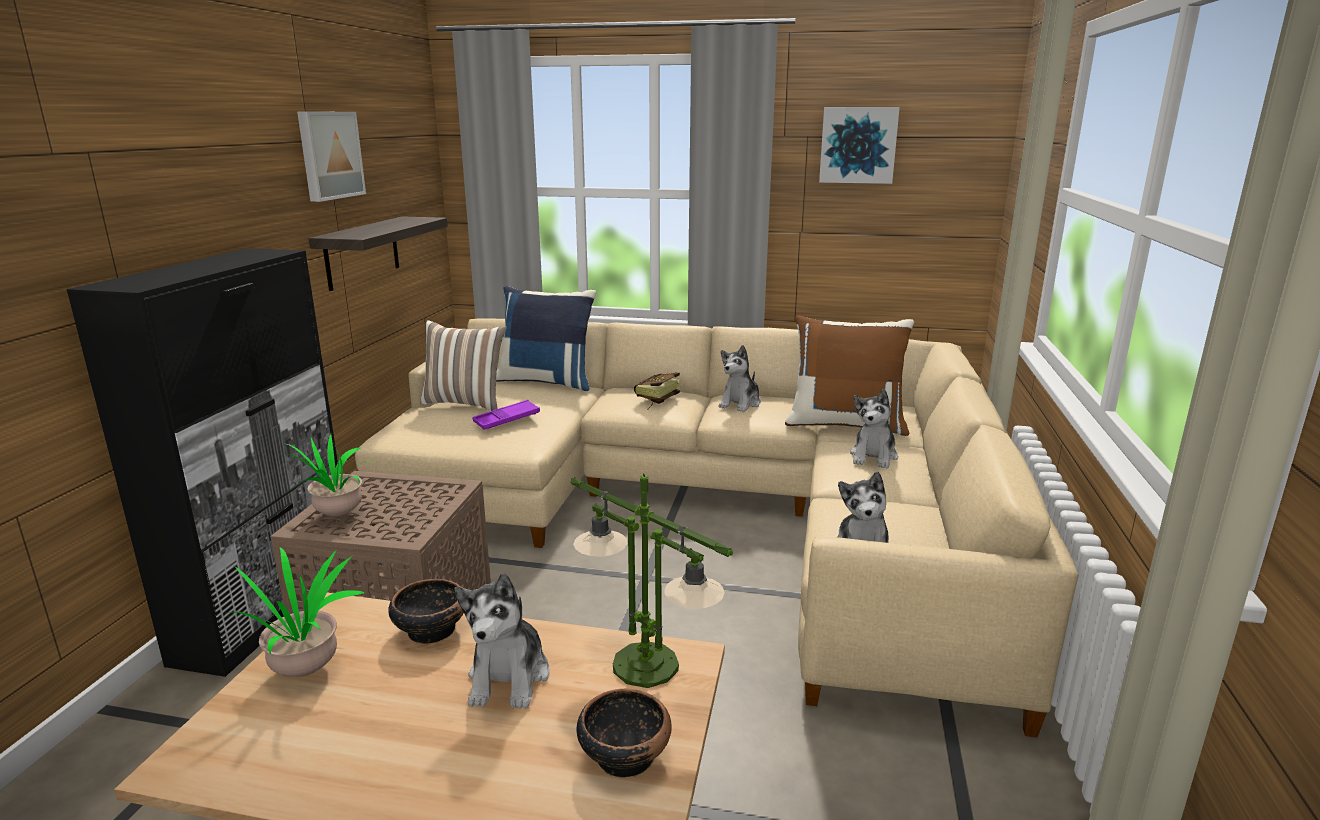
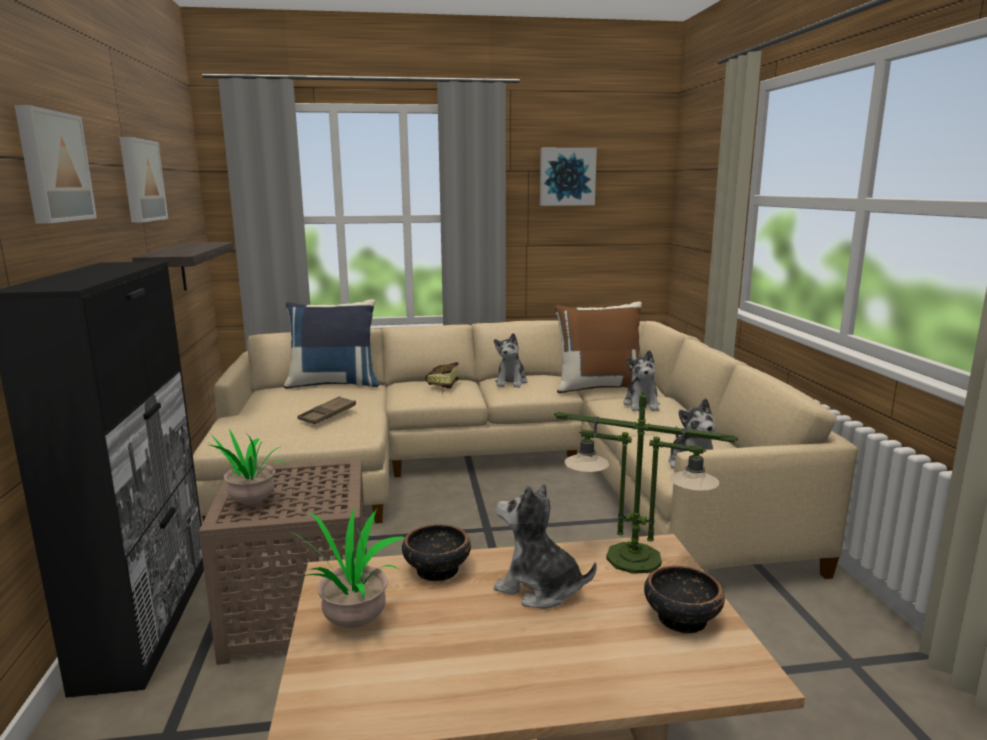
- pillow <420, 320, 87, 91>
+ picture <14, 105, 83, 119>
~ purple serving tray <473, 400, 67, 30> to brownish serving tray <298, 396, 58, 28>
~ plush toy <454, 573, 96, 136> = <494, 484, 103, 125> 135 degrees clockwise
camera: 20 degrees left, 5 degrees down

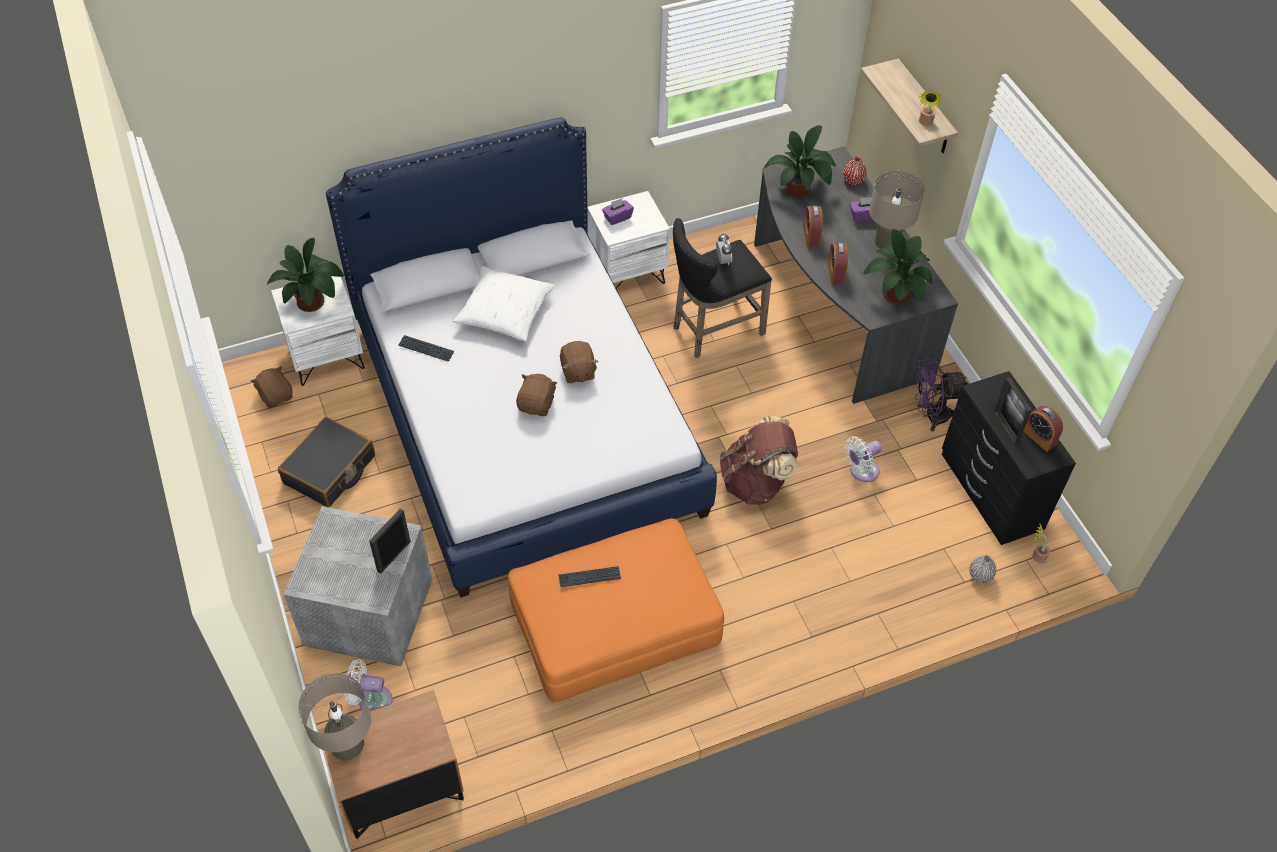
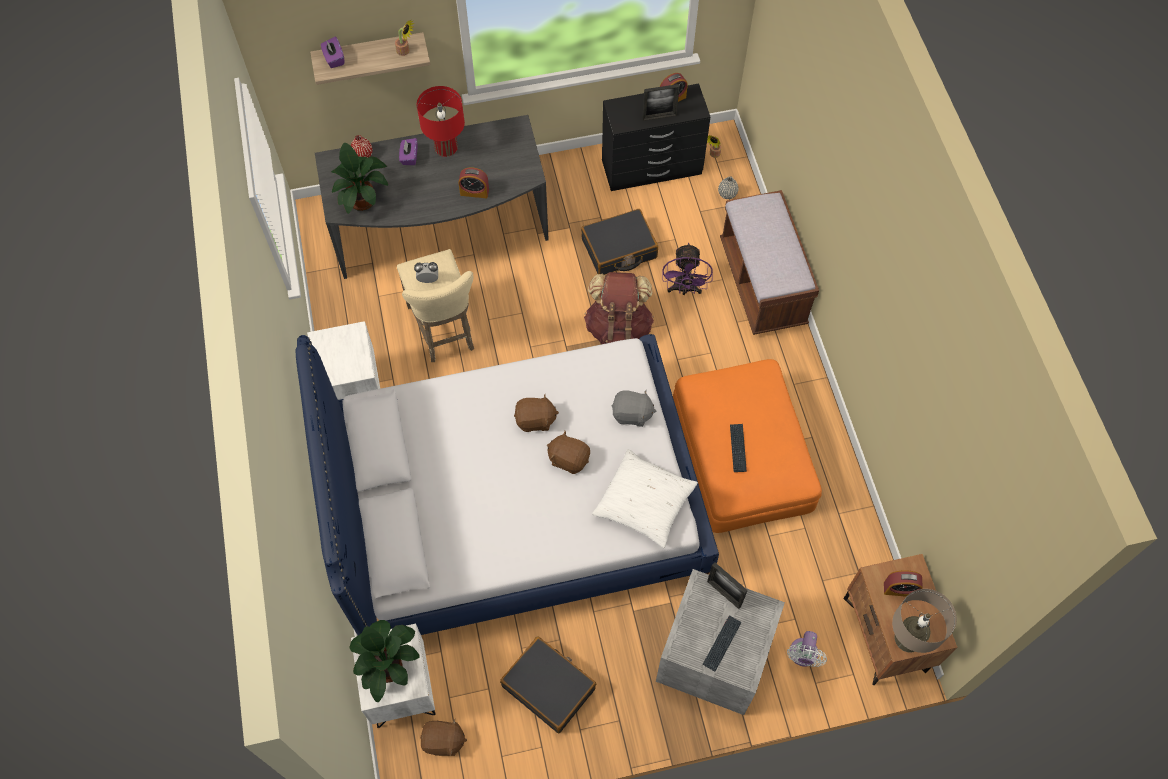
- potted plant <863, 229, 70, 75>
+ gray plush toy <612, 390, 44, 37>
+ brownish indoor bench <720, 190, 99, 145>
~ PC keyboard <398, 335, 56, 27> to <703, 615, 39, 56>
~ whitish pillow <453, 266, 102, 75> to <592, 449, 106, 99>
~ purple box of tissues <602, 198, 32, 27> to <321, 37, 23, 31>
~ alarm clock <803, 205, 20, 42> to <884, 570, 39, 27>
~ purple cooling fan <914, 359, 54, 73> to <662, 243, 51, 52>
~ whitish cooling fan <845, 436, 37, 46> to blackish suitcase <581, 209, 77, 66>
~ blackish stool <673, 218, 99, 141> to sand-coloured stool <397, 249, 77, 113>
~ sand-coloured lamp for a table <869, 171, 56, 78> to red lamp for a table <417, 86, 48, 71>
~ brownish plush toy <250, 366, 43, 42> = <420, 719, 47, 37> 150 degrees counterclockwise
camera: 80 degrees left, 10 degrees up

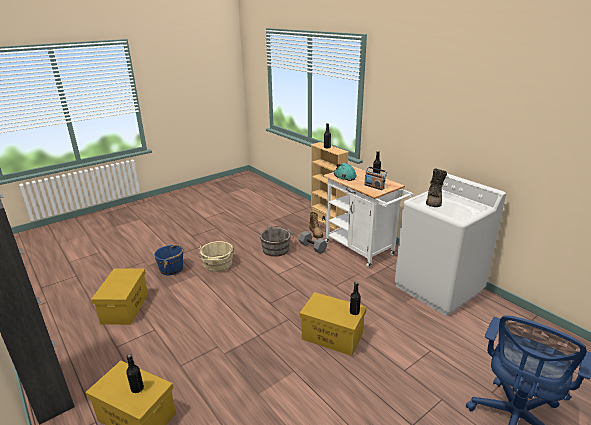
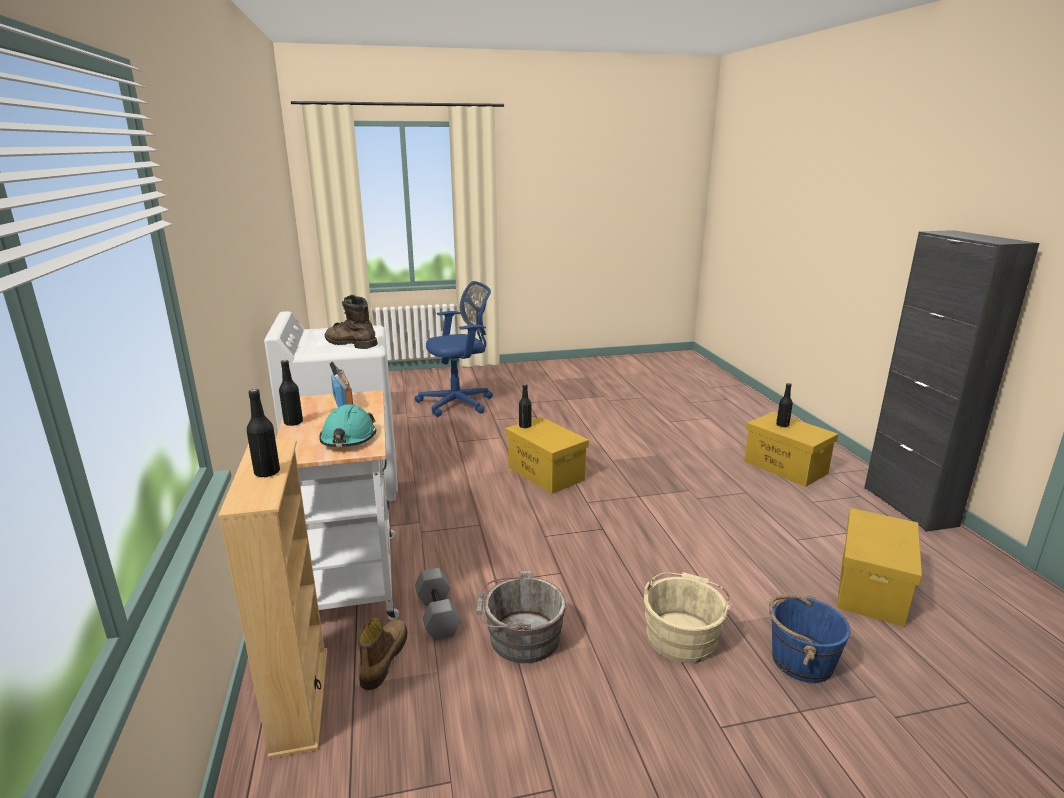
~ brownish high-top boot <426, 168, 21, 39> = <325, 295, 53, 54> 105 degrees counterclockwise
camera: 155 degrees left, 5 degrees down

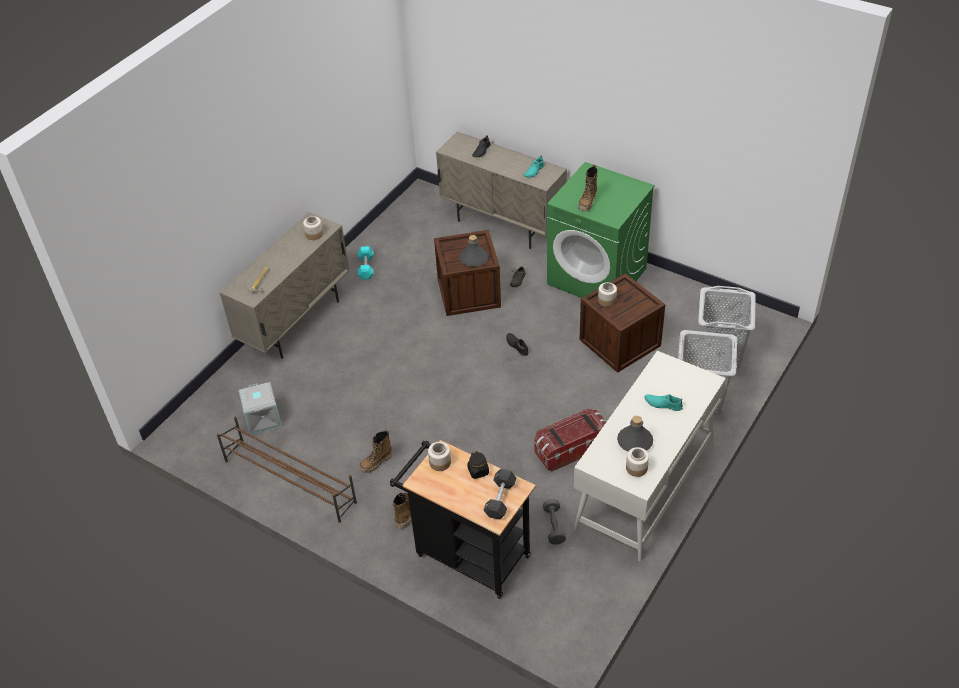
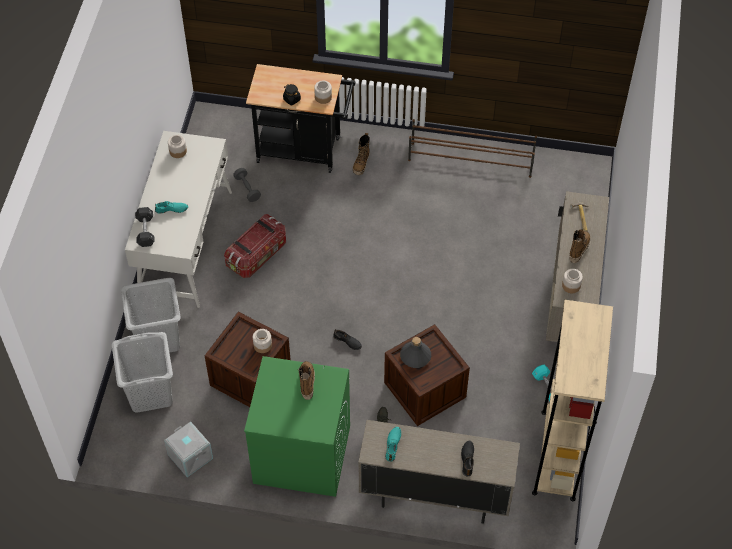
- gray bottle <617, 416, 36, 36>
+ sand-coloured bookshelf <532, 300, 81, 201>
~ gray storage bin <239, 382, 43, 52> to <164, 421, 49, 56>
~ high-top boot <360, 430, 32, 43> to <569, 229, 21, 34>
~ blackish dumbbell <483, 469, 33, 50> to <135, 207, 20, 40>
camera: 155 degrees right, 10 degrees up

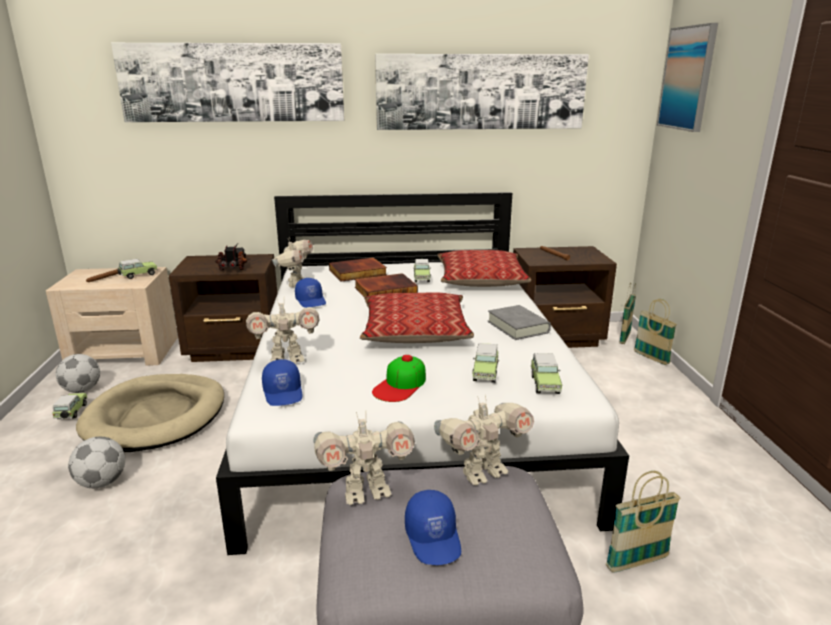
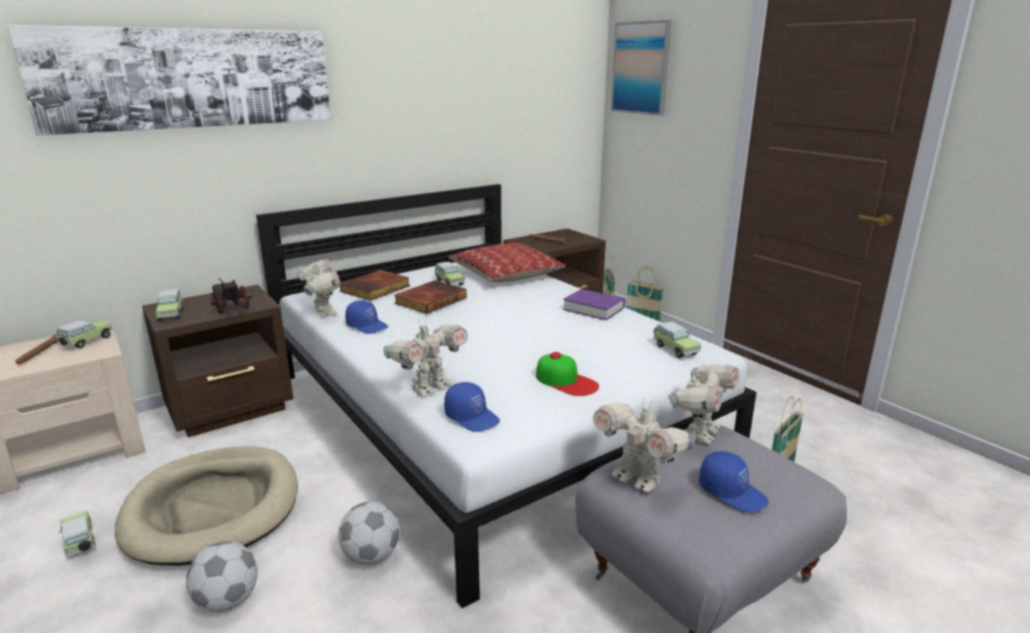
- pillow <360, 293, 114, 50>
- picture <375, 54, 214, 76>
~ ball for football <56, 354, 44, 39> to <338, 501, 62, 64>
~ model car <472, 343, 27, 40> to <156, 289, 27, 32>
~ gray bound book <488, 305, 63, 35> to purple bound book <563, 289, 62, 31>
~ model robot <313, 412, 102, 93> = <593, 398, 102, 94> 90 degrees clockwise
~ cap <372, 355, 54, 47> = <536, 352, 63, 44> 45 degrees counterclockwise
camera: 30 degrees left, 0 degrees up

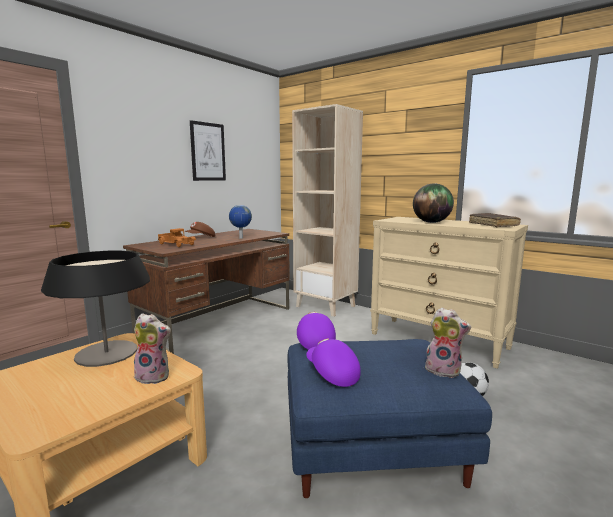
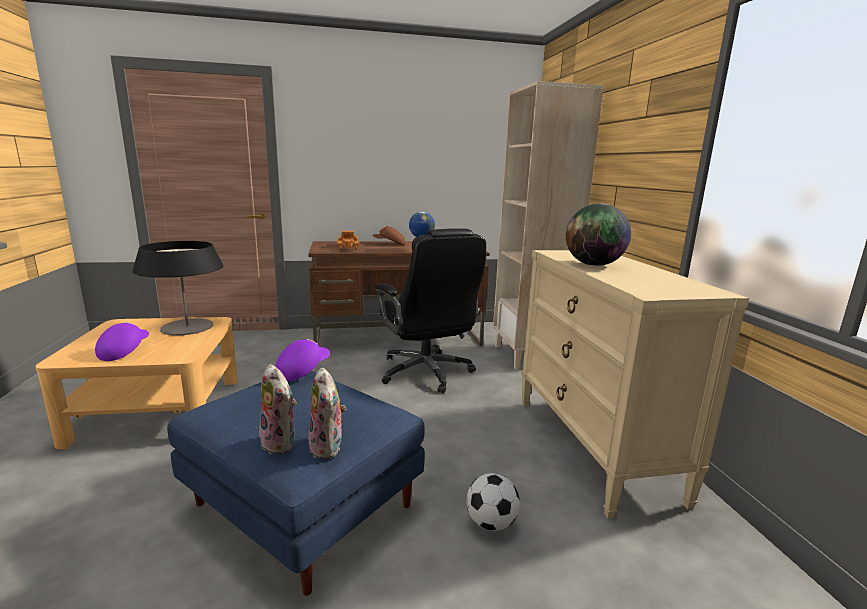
- picture <190, 120, 36, 61>
- brownish bound book <469, 213, 52, 14>
+ blackish desk chair <375, 228, 111, 165>
~ plush toy <134, 313, 37, 71> to <259, 364, 38, 90>
~ purple cap <306, 339, 55, 48> to <95, 322, 54, 39>
camera: 40 degrees right, 5 degrees up

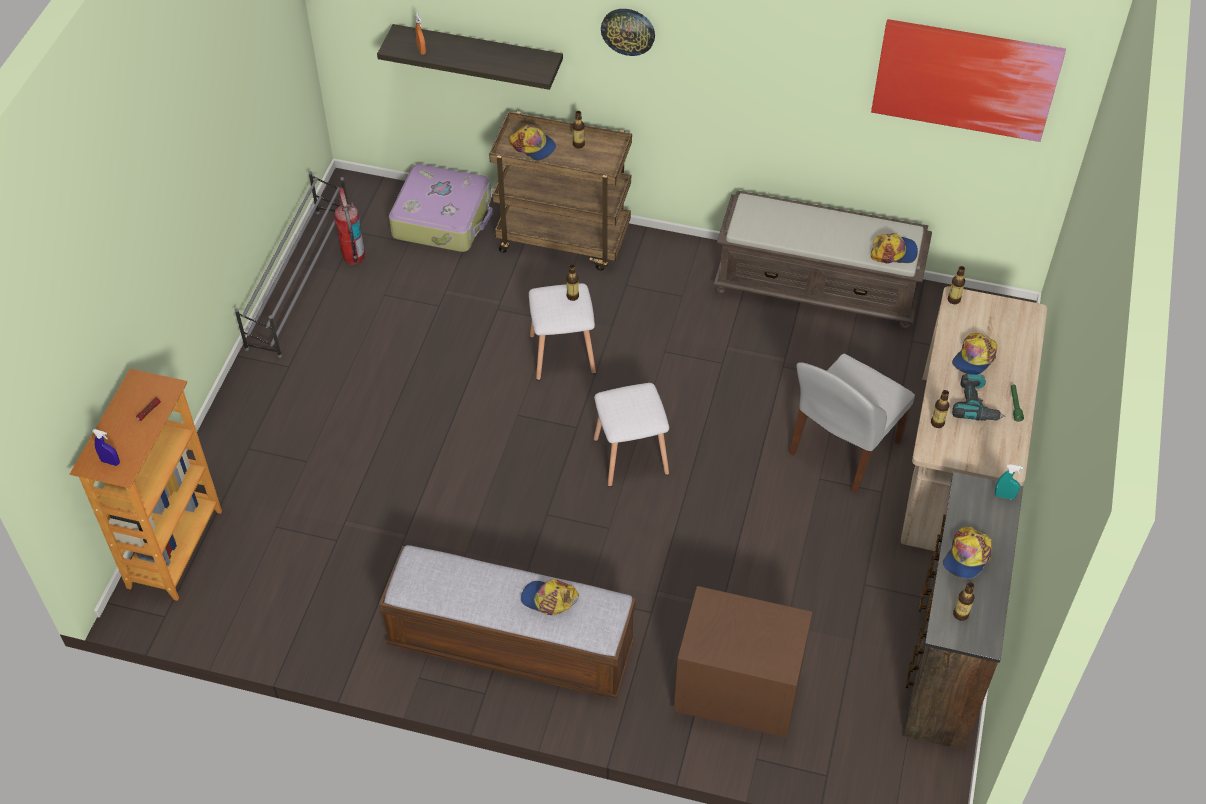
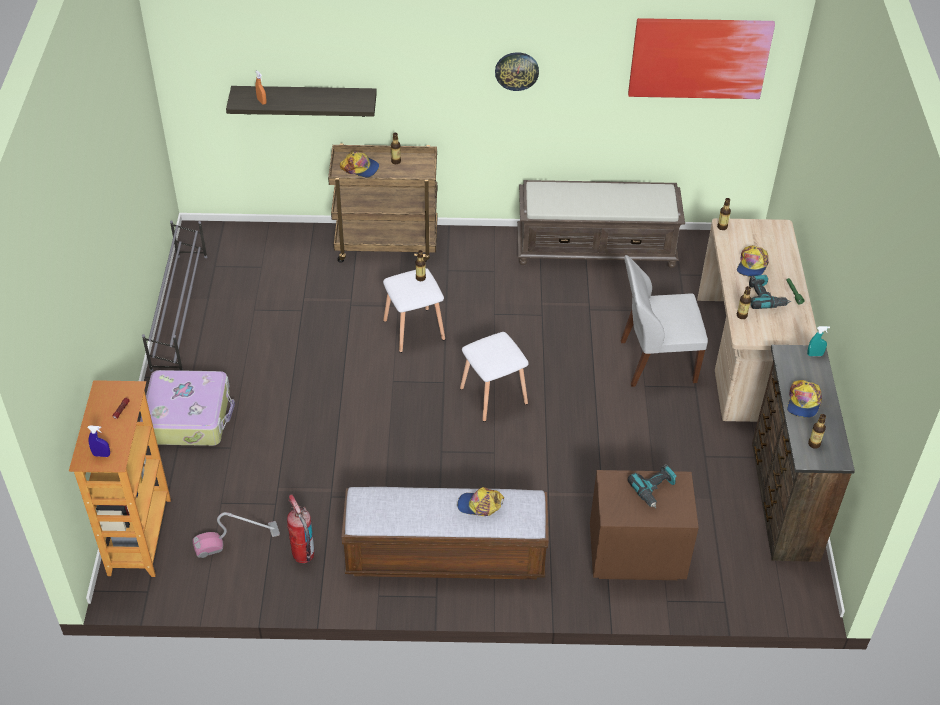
- cap <871, 233, 47, 31>
+ vacuum cleaner <193, 512, 87, 46>
+ power drill <628, 464, 48, 44>
~ extinguisher <334, 188, 31, 77> to <287, 494, 27, 69>
~ suitcase <389, 164, 104, 88> to <140, 370, 95, 76>
~ wall clock <601, 9, 54, 47> to <495, 52, 44, 39>
~ whitish plain chair <789, 354, 126, 140> = <621, 255, 87, 132> 60 degrees clockwise
camera: 15 degrees left, 5 degrees down

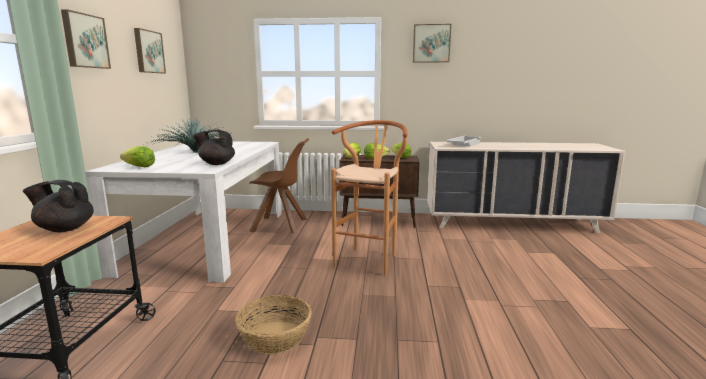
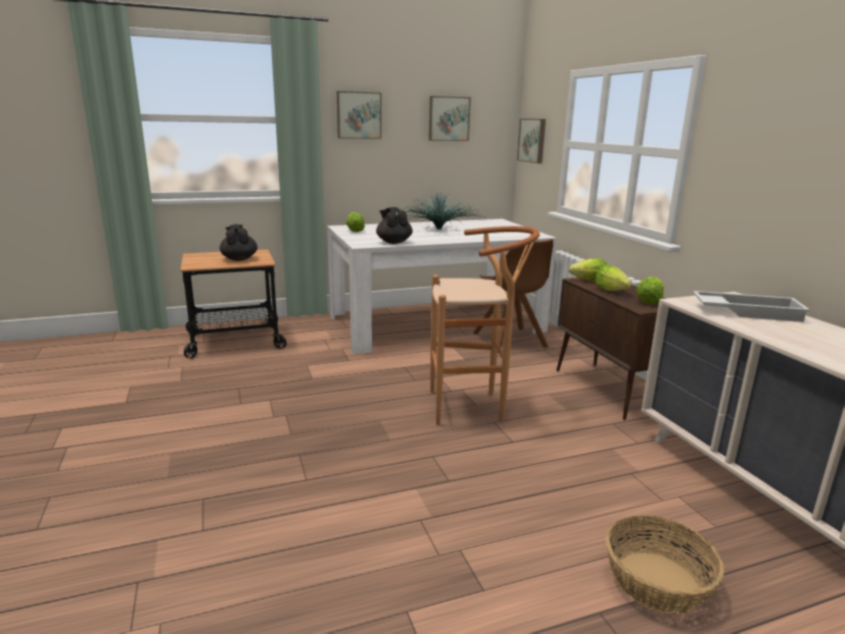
~ household basket <235, 295, 77, 59> to <606, 515, 118, 99>
~ picture <413, 24, 38, 38> to <517, 119, 29, 44>
camera: 65 degrees right, 5 degrees up

